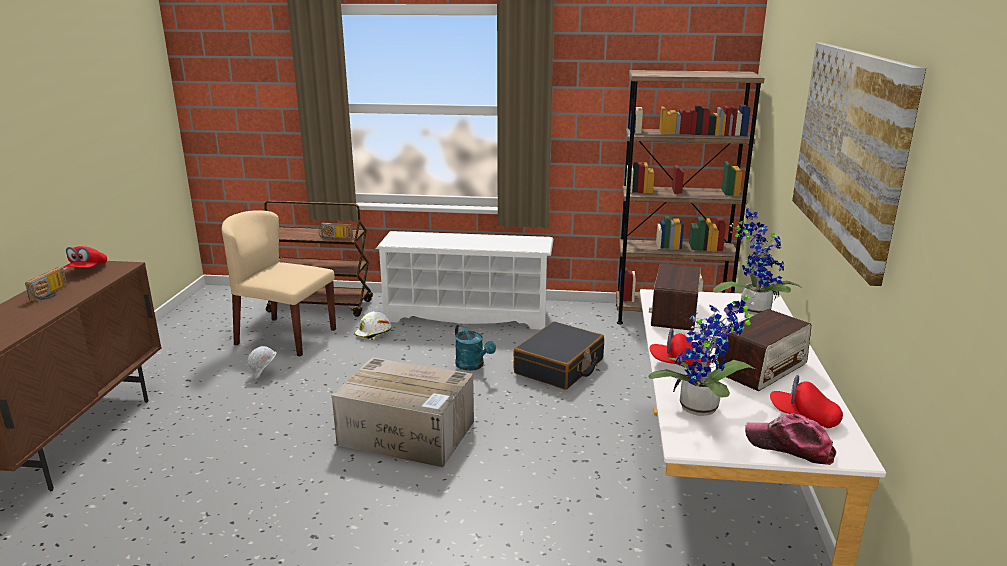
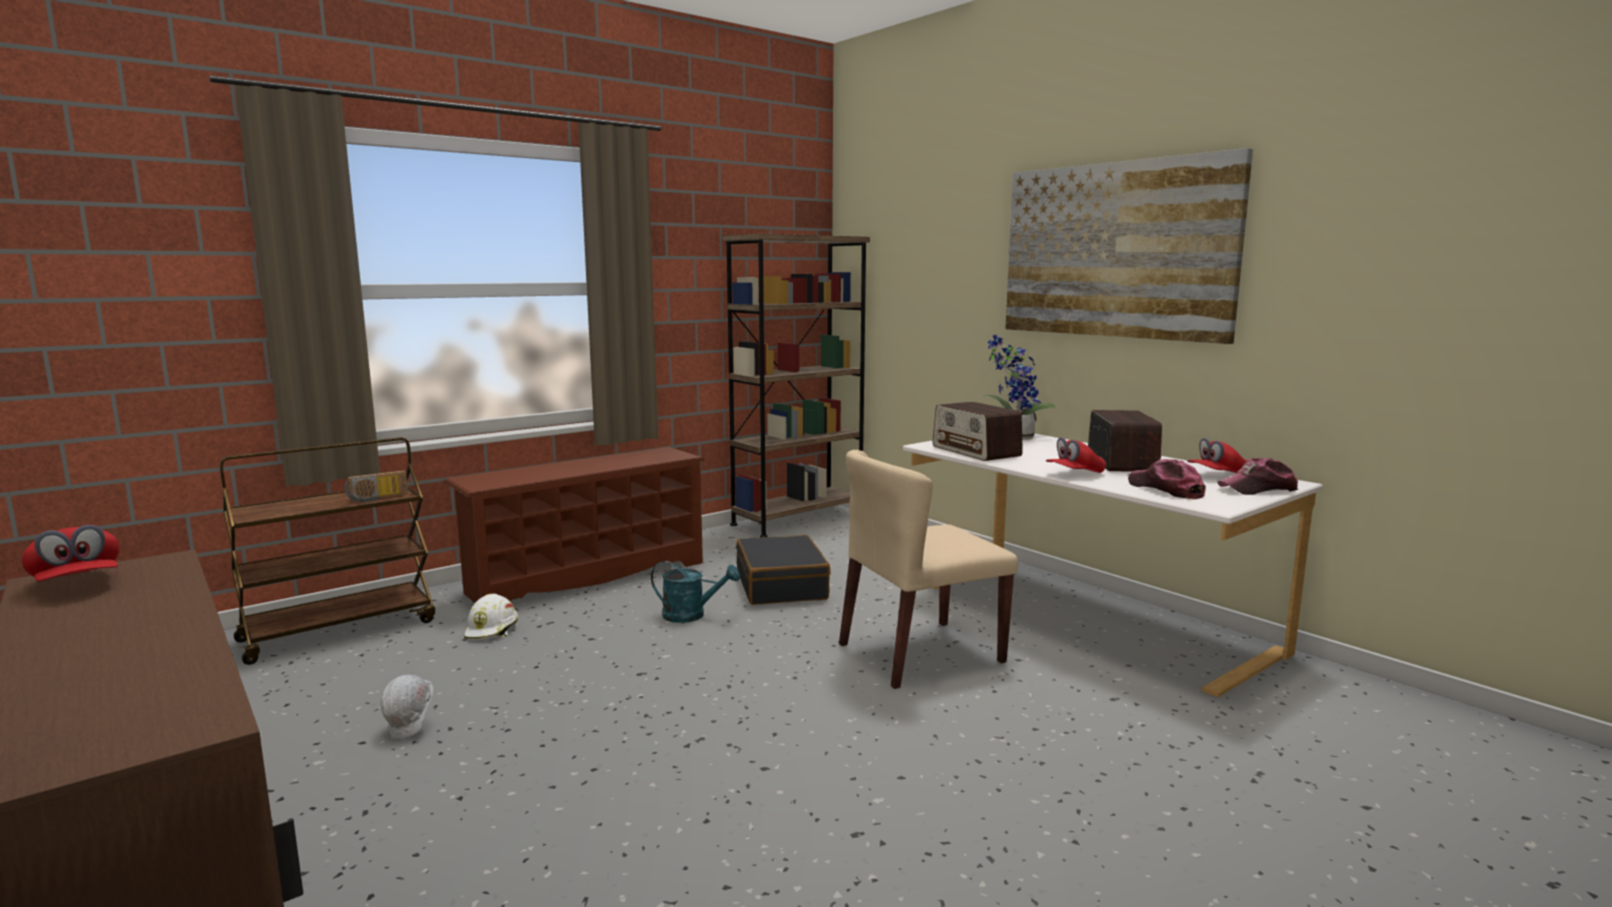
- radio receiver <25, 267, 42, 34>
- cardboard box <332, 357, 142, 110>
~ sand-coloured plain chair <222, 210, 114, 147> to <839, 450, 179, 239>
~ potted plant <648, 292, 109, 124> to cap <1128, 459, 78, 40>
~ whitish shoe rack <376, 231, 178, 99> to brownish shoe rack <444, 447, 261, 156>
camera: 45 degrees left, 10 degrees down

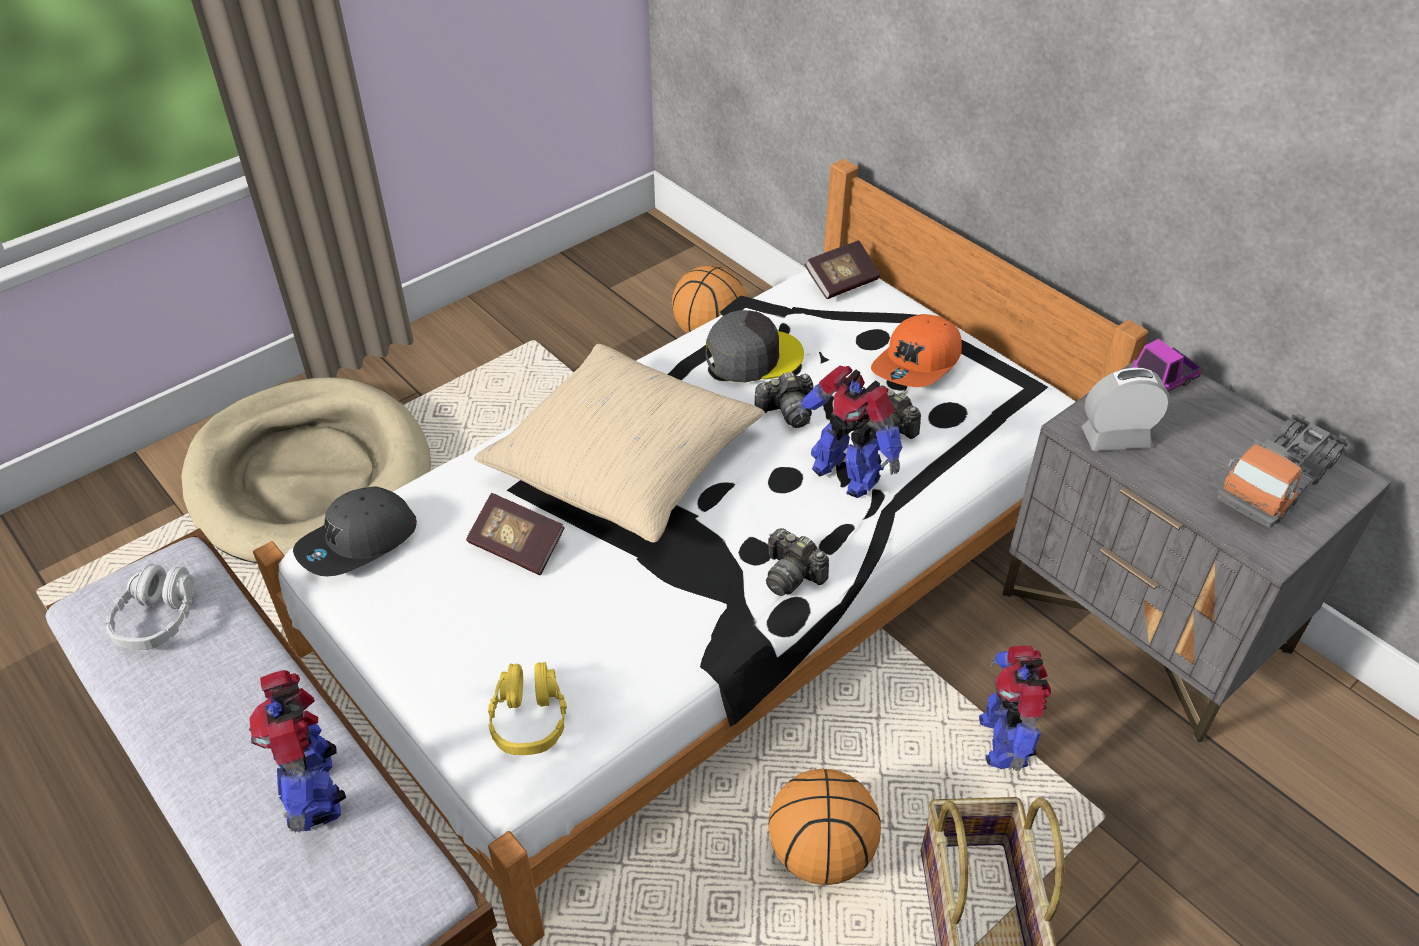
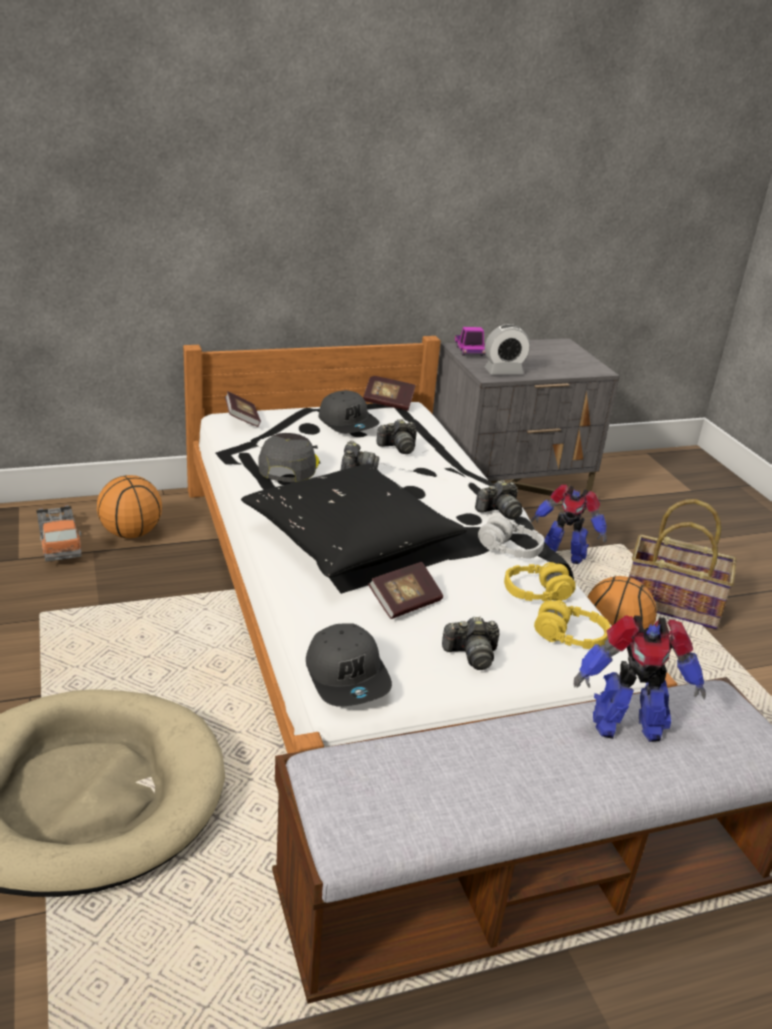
- model robot <795, 366, 107, 132>
+ bound book <363, 376, 52, 35>
+ photo camera <442, 617, 58, 53>
+ yellow-coloured pair of headphones <504, 562, 72, 39>
~ gray pair of headphones <106, 564, 89, 86> to <478, 516, 67, 42>
~ model truck <1215, 413, 133, 115> to <36, 505, 46, 56>
~ sand-coloured pillow <474, 344, 291, 199> to blackish pillow <241, 464, 226, 113>
~ orange cap <871, 314, 91, 73> to gray cap <319, 390, 60, 43>
~ alarm clock <1081, 367, 89, 84> = <485, 324, 45, 51> 120 degrees counterclockwise
camera: 70 degrees left, 15 degrees down

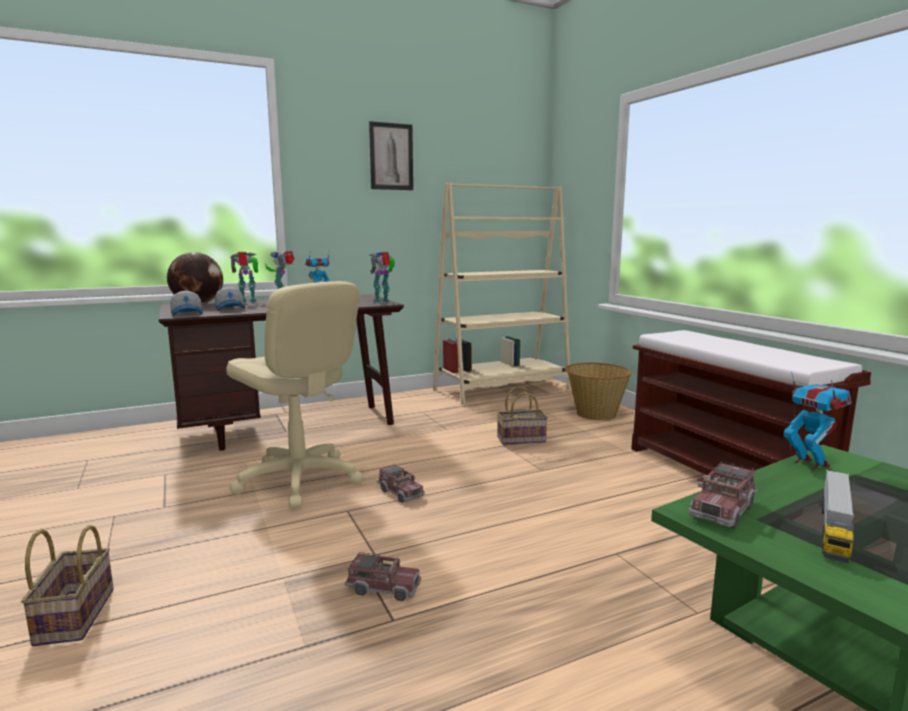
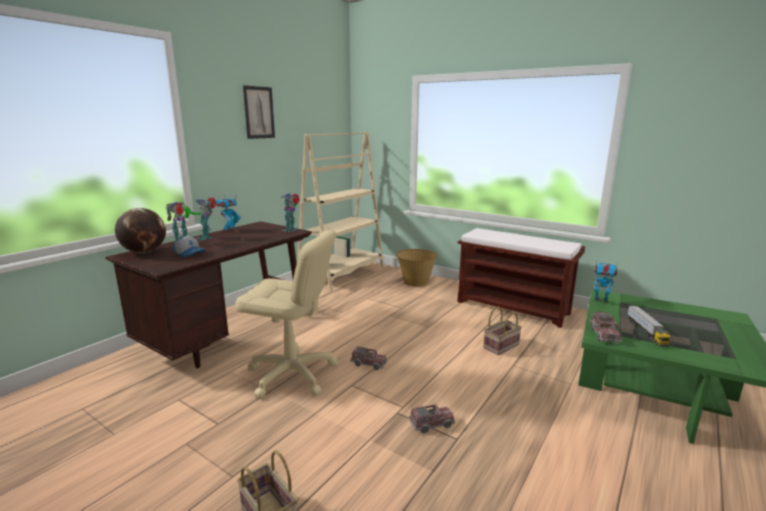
- cap <170, 291, 32, 25>
~ household basket <497, 386, 51, 59> to <483, 306, 39, 49>
camera: 30 degrees left, 5 degrees up

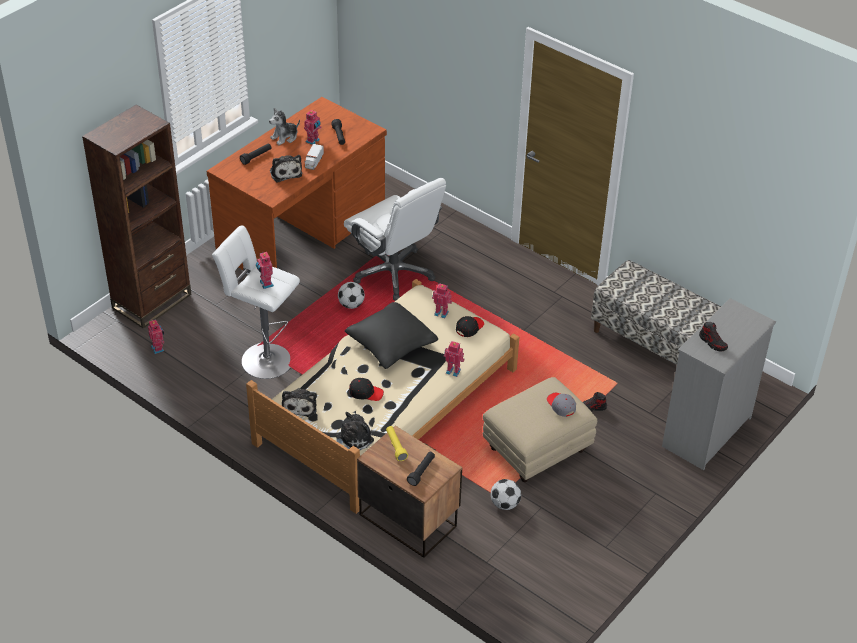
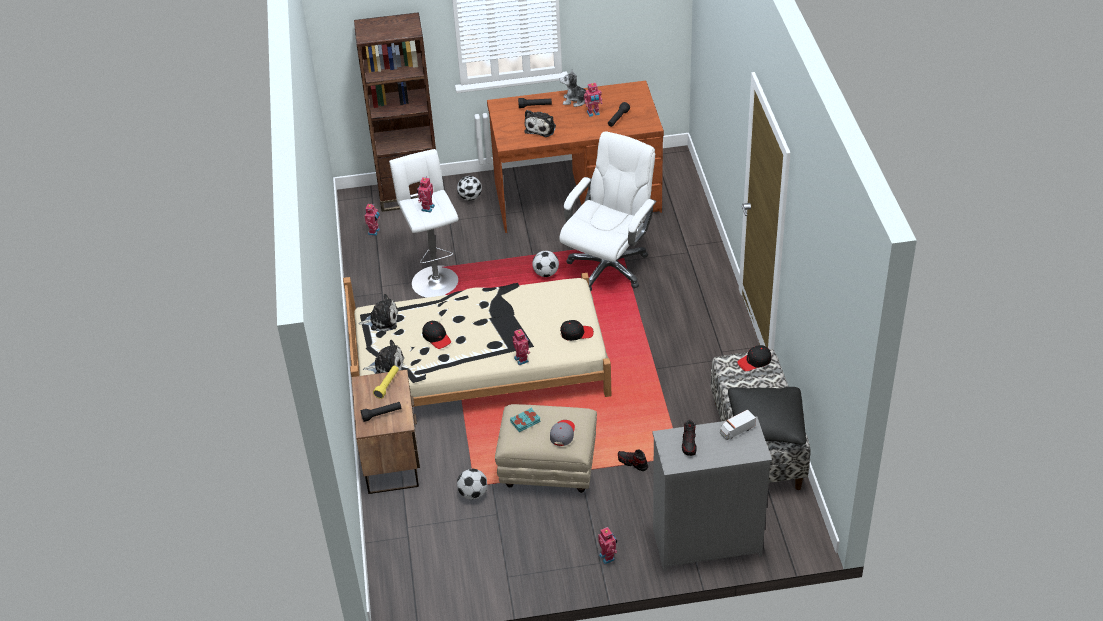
+ ball for football <457, 176, 25, 25>
+ blue-green bound book <510, 407, 30, 25>
+ blackish cap <738, 345, 33, 26>
~ model truck <304, 144, 20, 26> to <720, 409, 36, 31>
~ blackish pillow <345, 302, 93, 67> to <728, 387, 78, 58>
~ model robot <432, 283, 20, 35> to <598, 527, 20, 37>
~ plush toy <282, 388, 35, 29> = <359, 294, 39, 38> 135 degrees counterclockwise
~ whitish desk chair <344, 178, 102, 123> = <559, 132, 98, 159> 150 degrees counterclockwise
camera: 45 degrees right, 0 degrees up

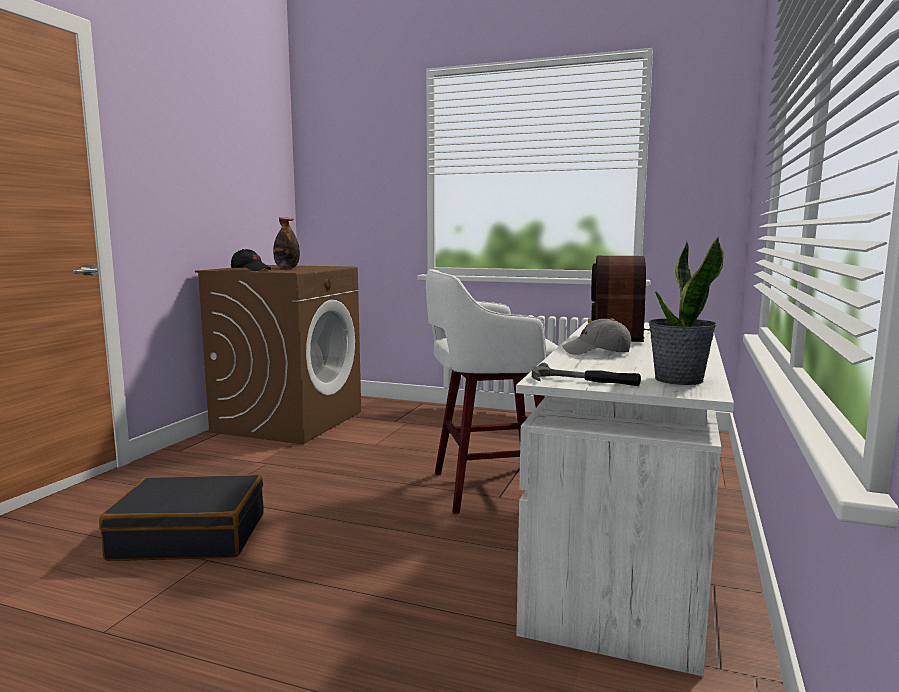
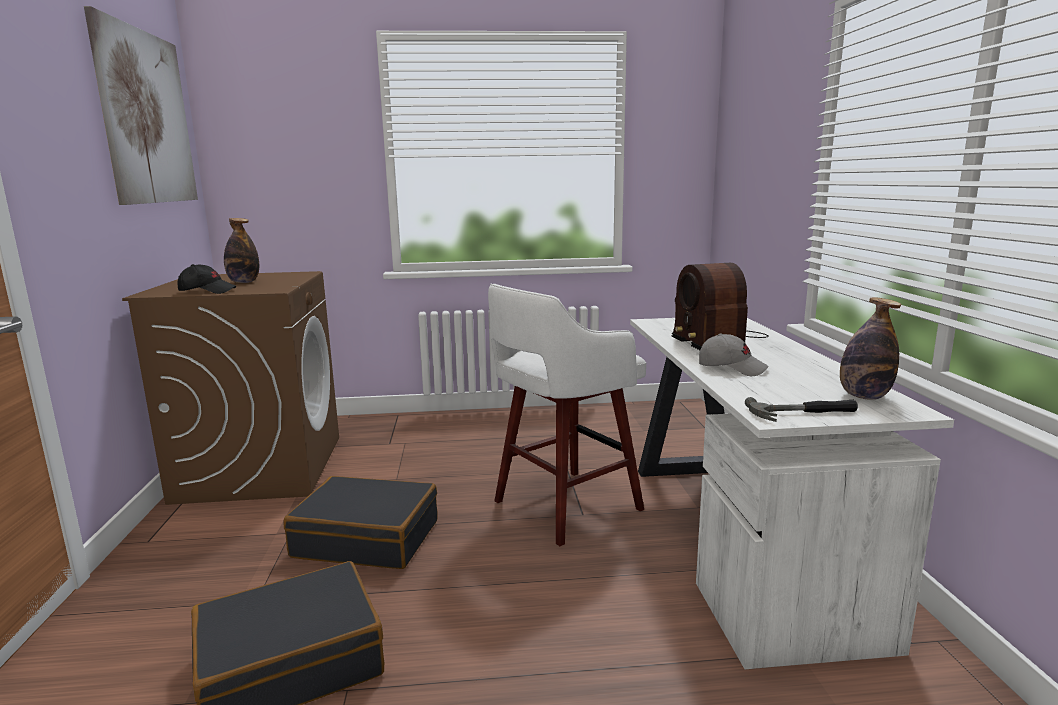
+ picture <84, 6, 114, 199>
+ blackish suitcase <283, 476, 154, 93>
~ potted plant <648, 237, 76, 148> to bottle <840, 297, 61, 103>
~ gray cap <562, 318, 69, 37> = <699, 334, 70, 42> 135 degrees counterclockwise
camera: 25 degrees left, 5 degrees up

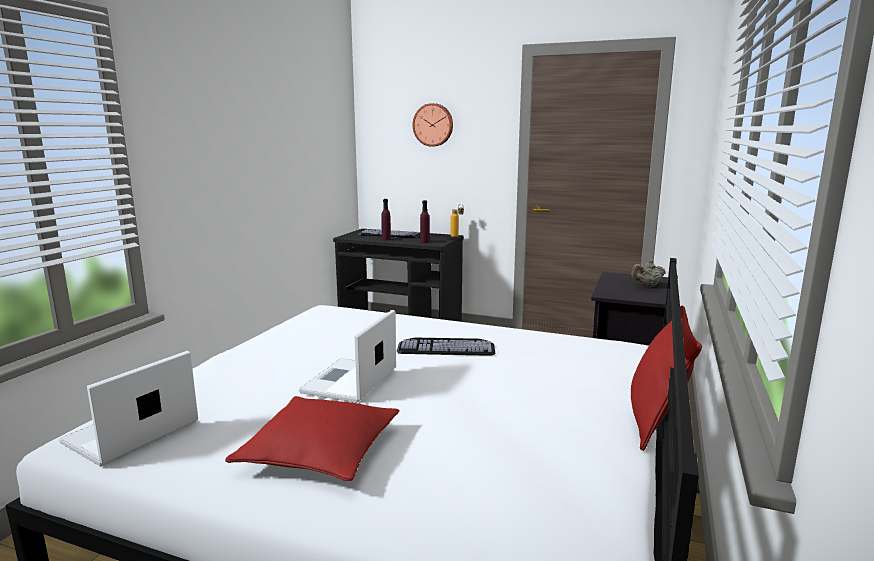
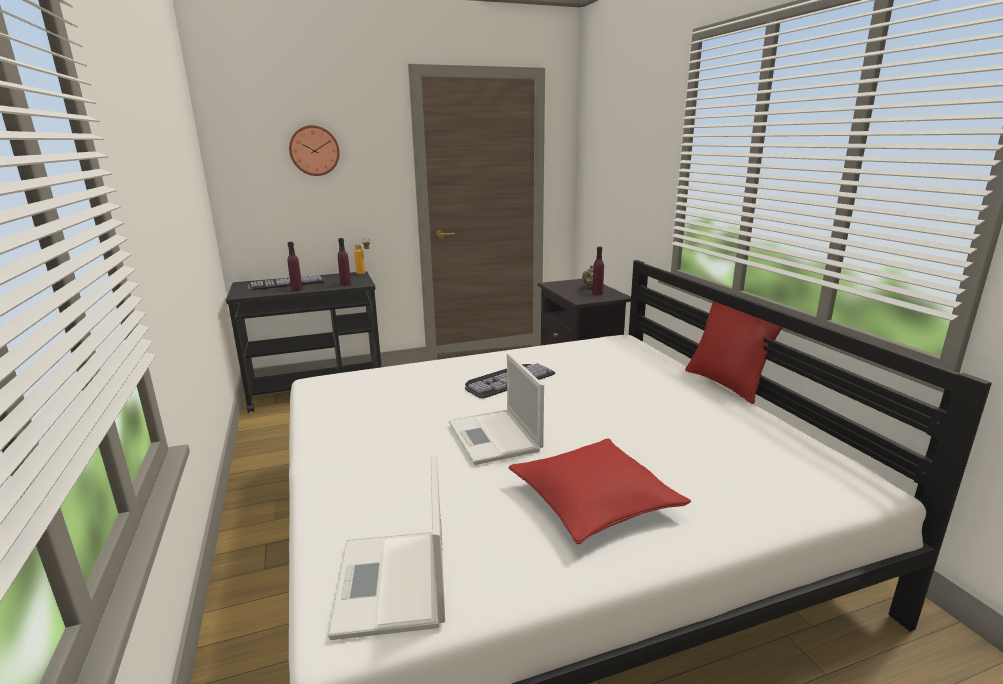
+ purple bottle <592, 247, 12, 48>
camera: 40 degrees left, 5 degrees up

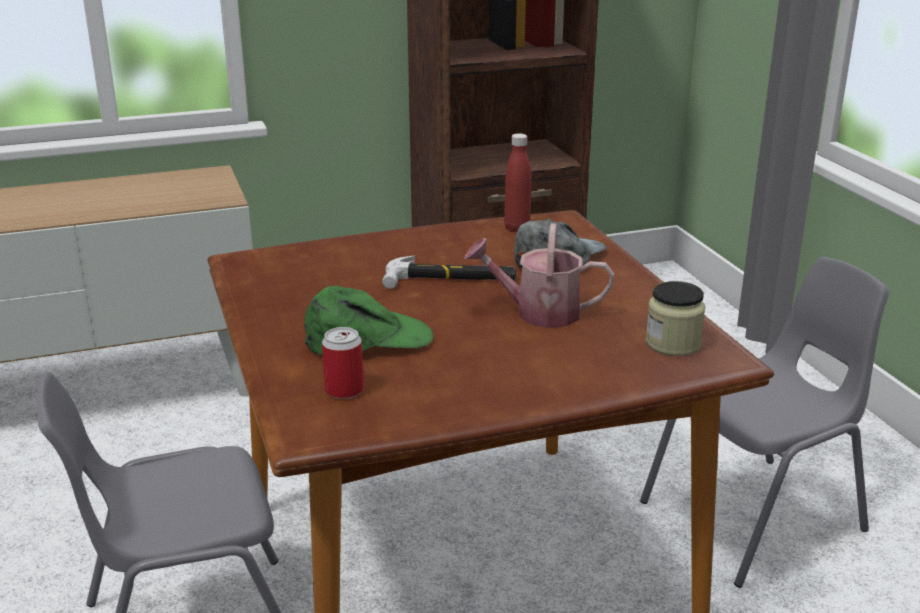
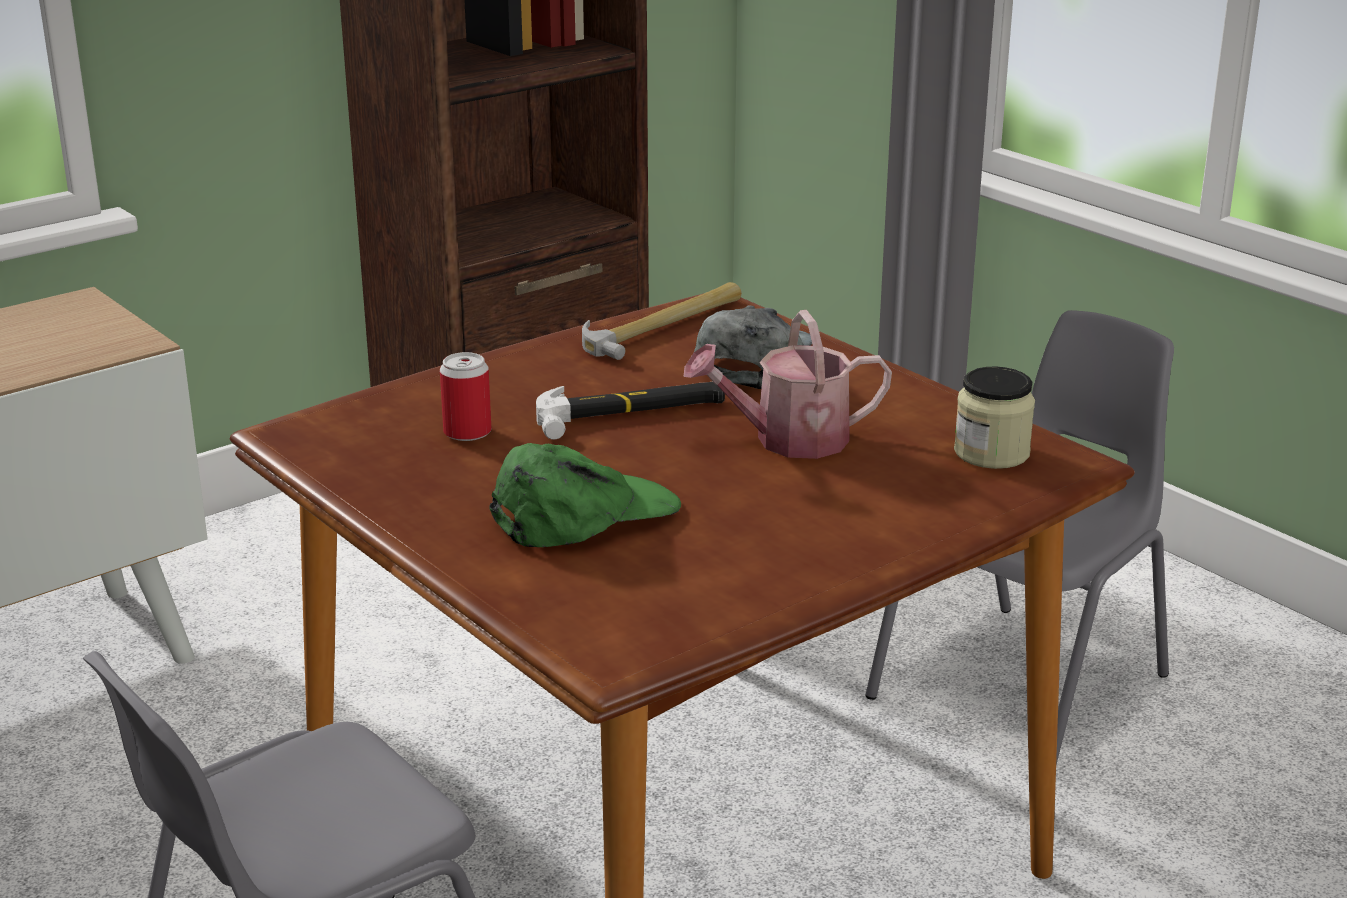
~ can <322, 327, 42, 72> to <440, 352, 51, 89>
~ red bottle <504, 133, 27, 99> to tool hammer <582, 282, 160, 78>
camera: 20 degrees left, 0 degrees up

